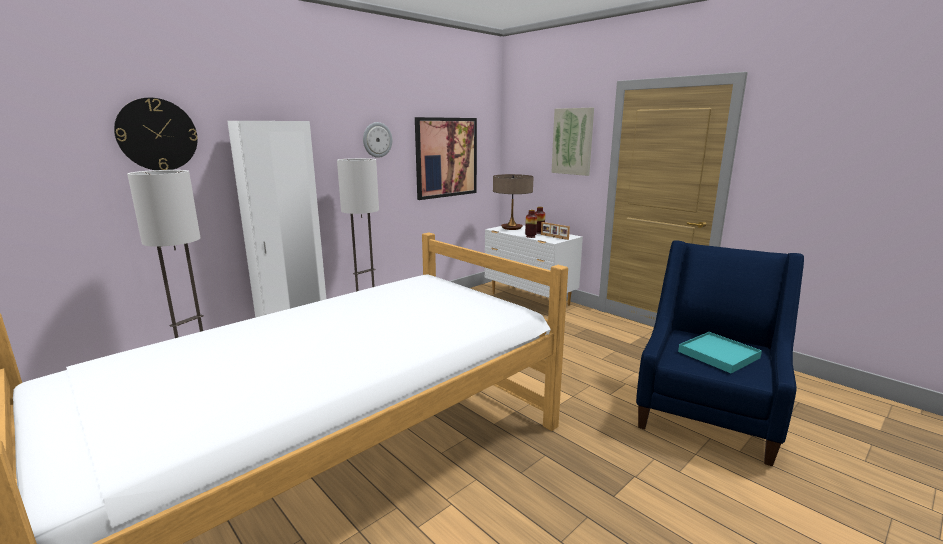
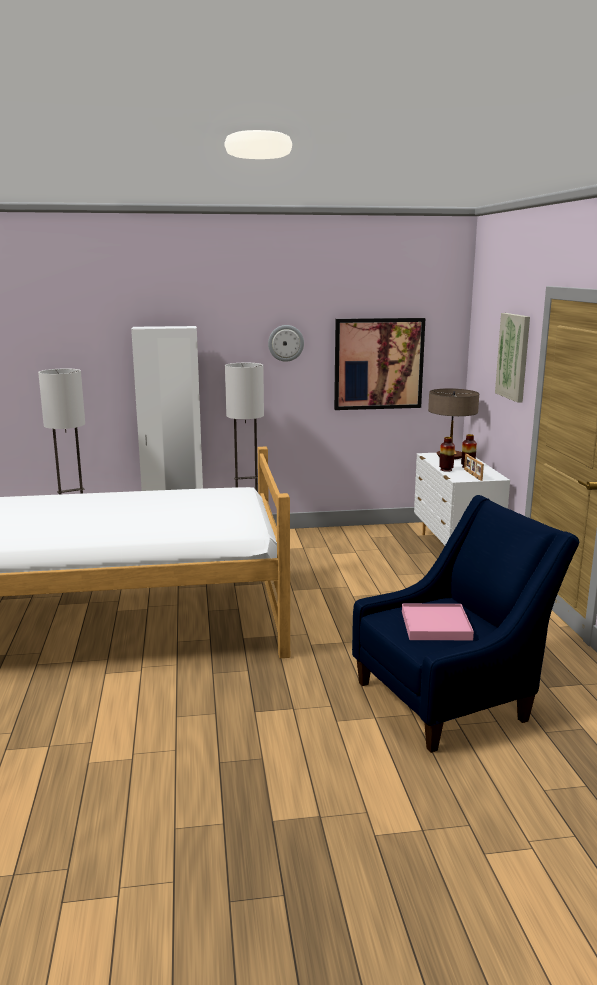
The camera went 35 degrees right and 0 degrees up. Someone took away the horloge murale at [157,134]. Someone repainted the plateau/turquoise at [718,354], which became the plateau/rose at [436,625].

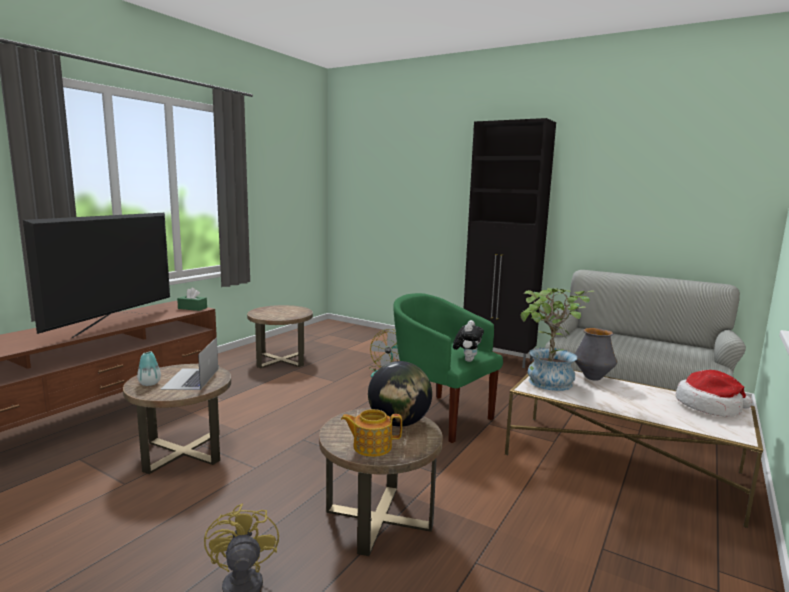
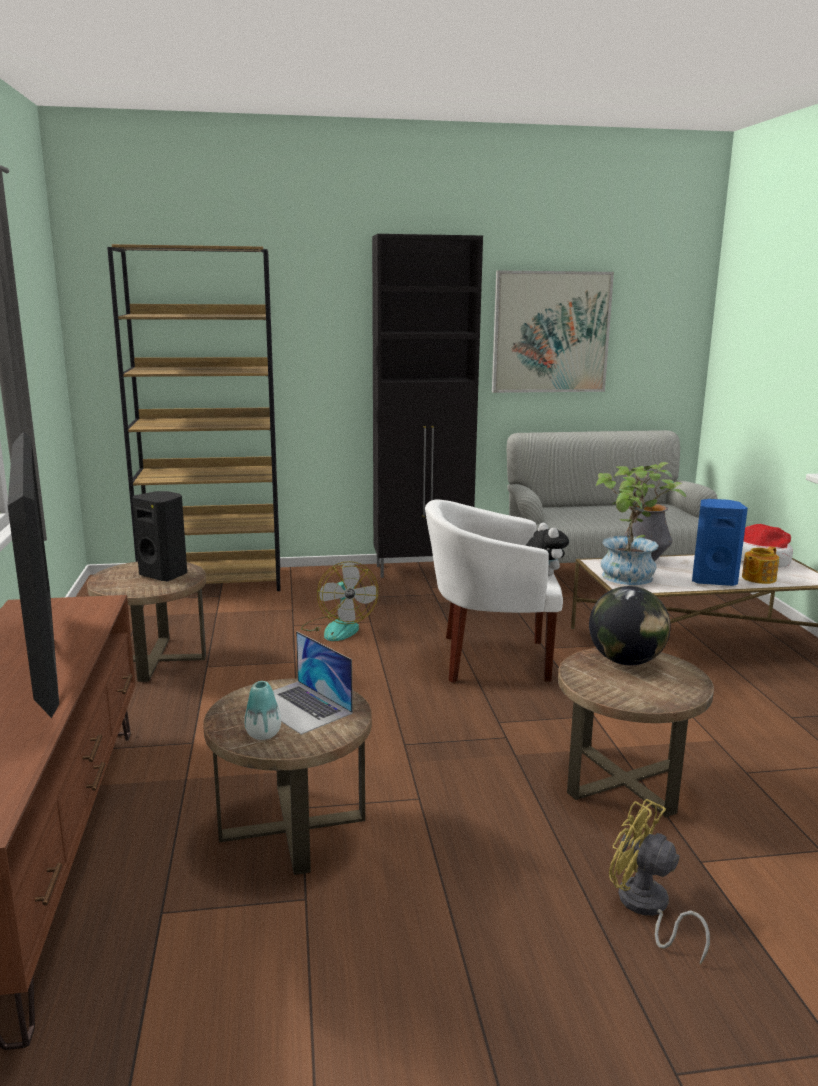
The camera went 40 degrees left and 5 degrees up. Someone took away the boîte à mouchoirs/vert at [192,308]. Someone carried the théière from [371,446] to [758,578]. Someone repainted the fauteuil/vert at [439,416], which became the fauteuil/blanc at [489,659]. Someone put down the bibliothèque/marron at [214,582]. Someone put down the enceinte/noir at [165,574]. Someone put up the tableau at [551,332]. Someone put down the enceinte/bleu at [712,580].

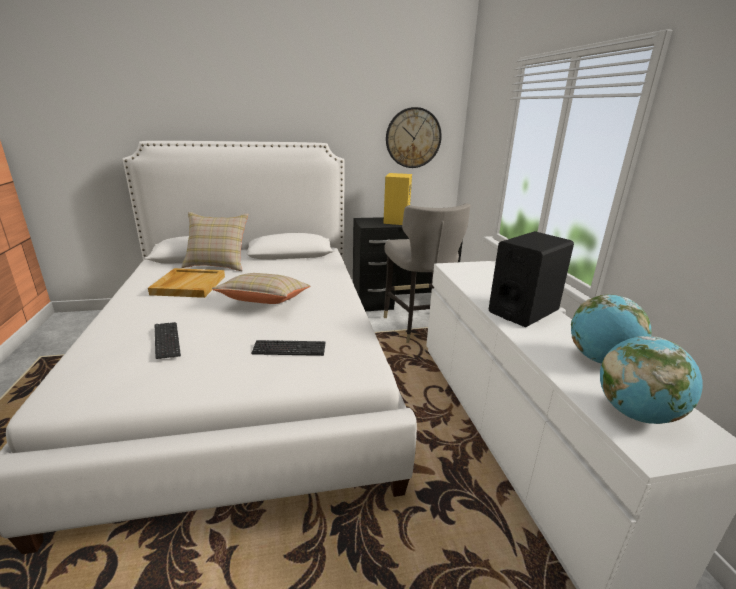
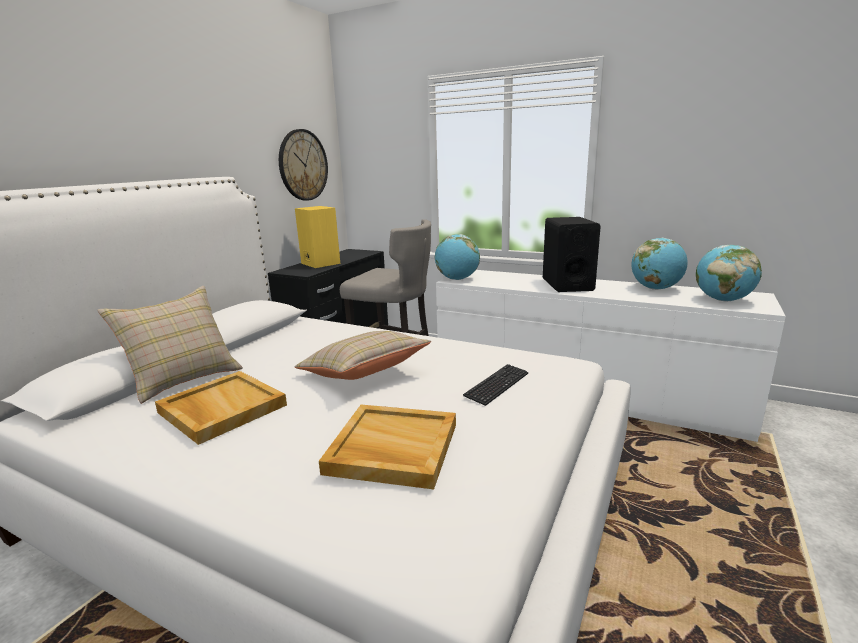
The camera went 50 degrees left and 5 degrees down. Someone swapped the clavier at [167,341] for the plateau/beige at [391,448]. Someone put down the globe at [457,279].

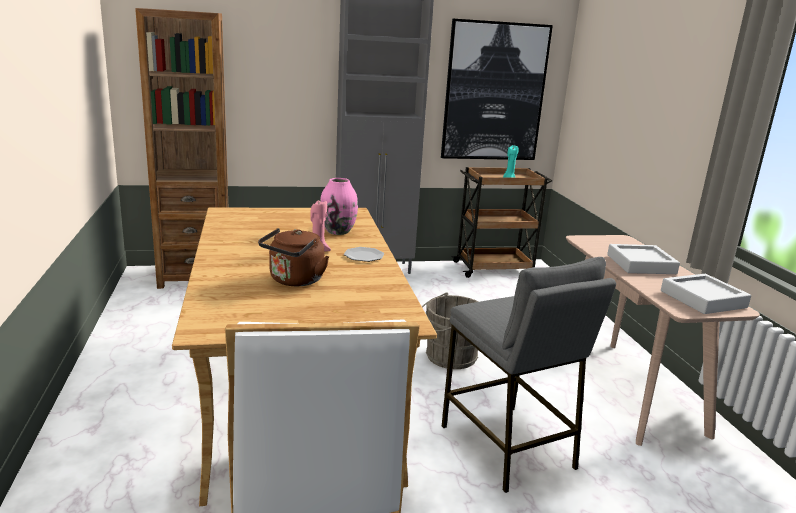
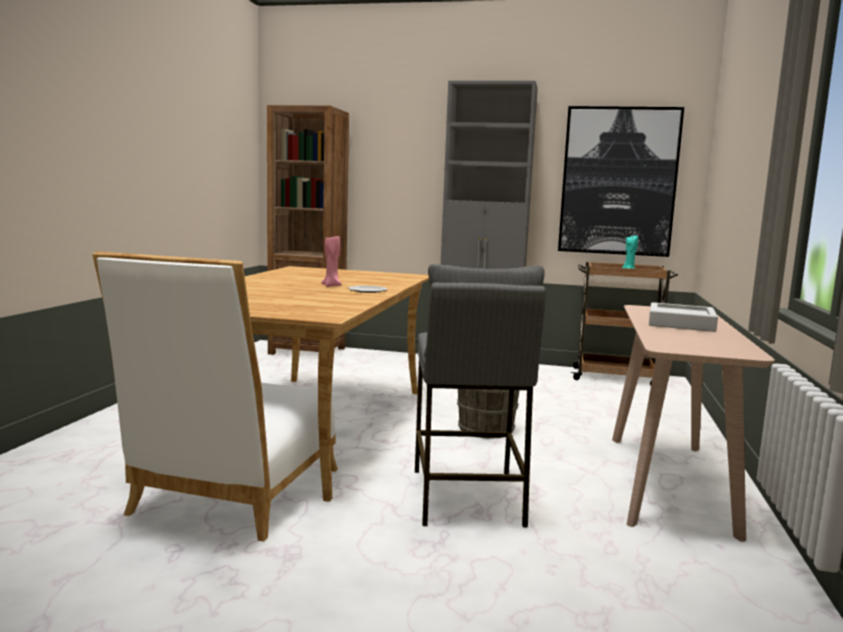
The camera went 25 degrees right and 10 degrees down. Someone took away the bouilloire/marron at [294,281]. Someone took away the vase/rose at [338,231]. Someone took away the plateau/gris at [703,299].

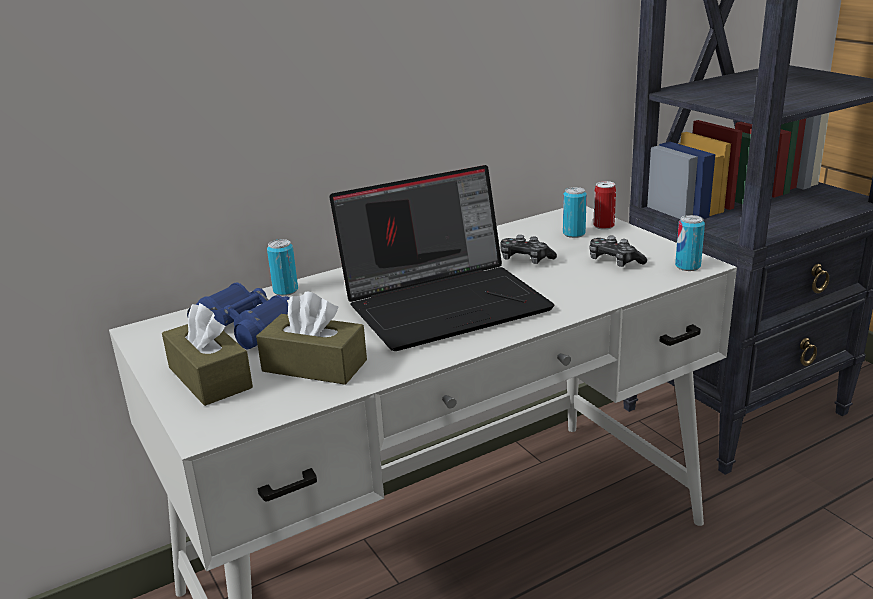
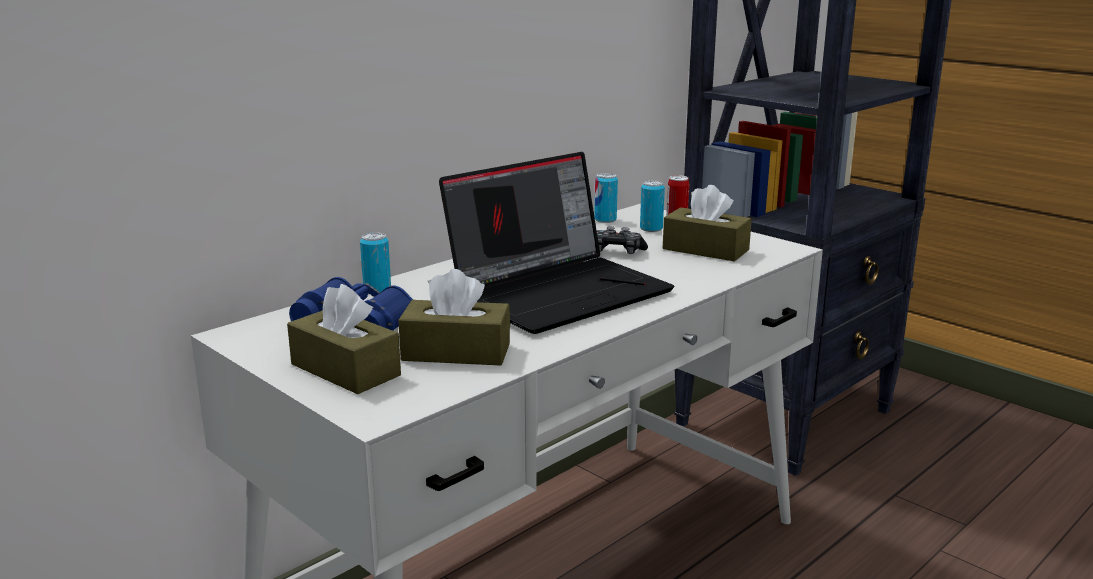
The camera went 15 degrees left and 5 degrees down. Someone swapped the manette at [614,261] for the boîte à mouchoirs/marron at [705,249]. Someone carried the boîte métallique from [687,266] to [605,220].

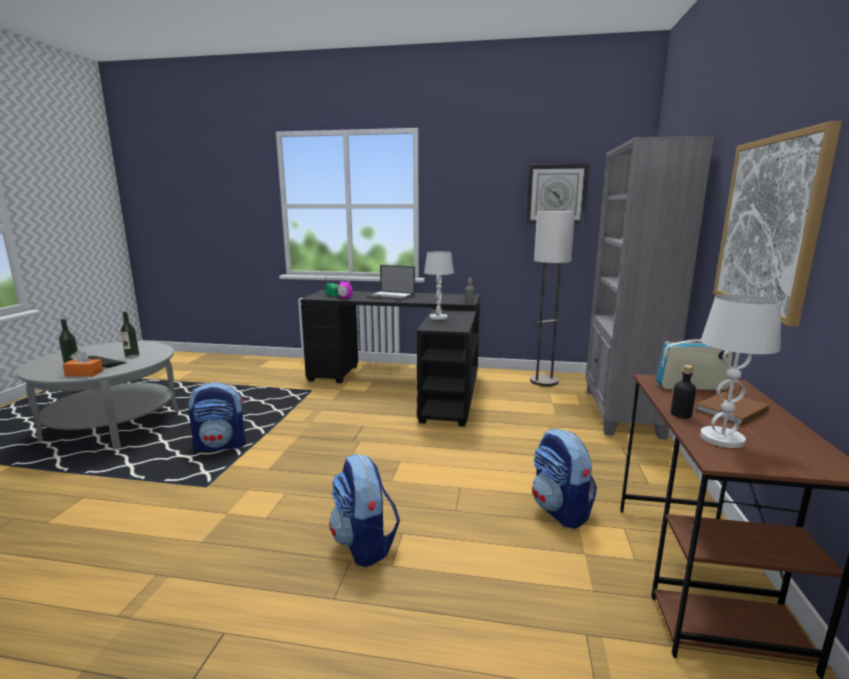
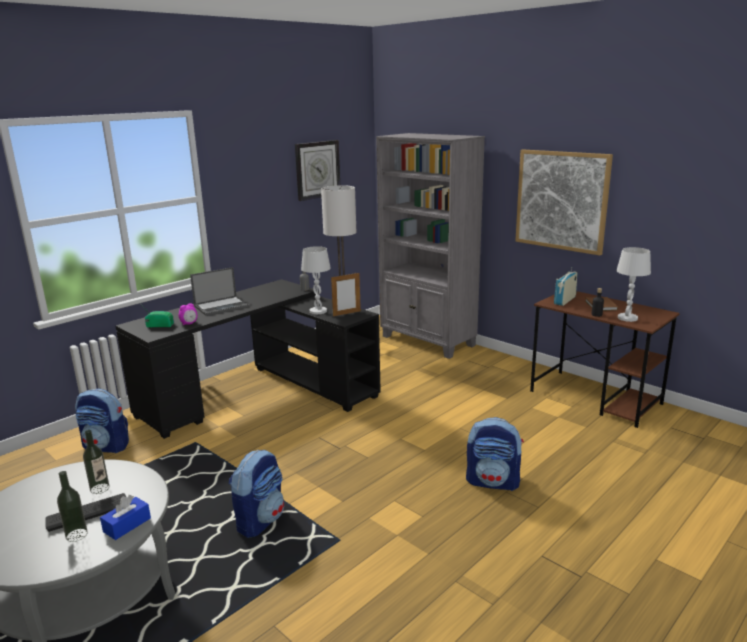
The camera went 55 degrees left and 5 degrees up. Someone repainted the boîte à mouchoirs/orange at [84,373], which became the boîte à mouchoirs/bleu at [127,525]. Someone carried the sac à dos from [560,510] to [106,446]. Someone put down the cadre photo at [346,313].

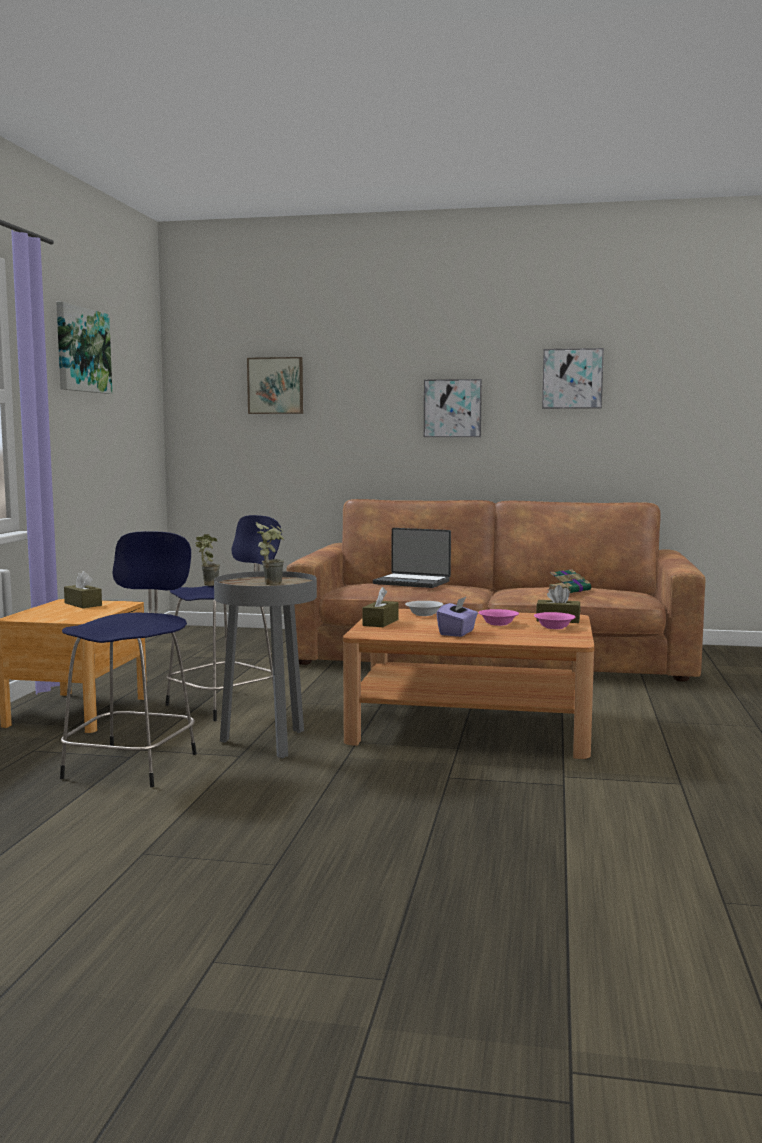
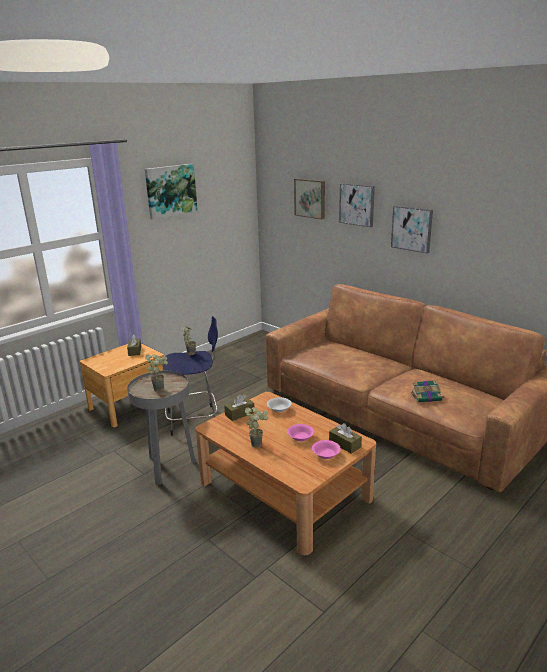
The camera went 35 degrees right and 15 degrees up. Someone took away the tabouret/bleu at [133,764]. Someone took away the ordinateur portable at [412,582]. Someone swapped the boîte à mouchoirs/violet at [457,633] for the plante en pot at [258,443]. Someone carried the tableau from [572,378] to [357,204].

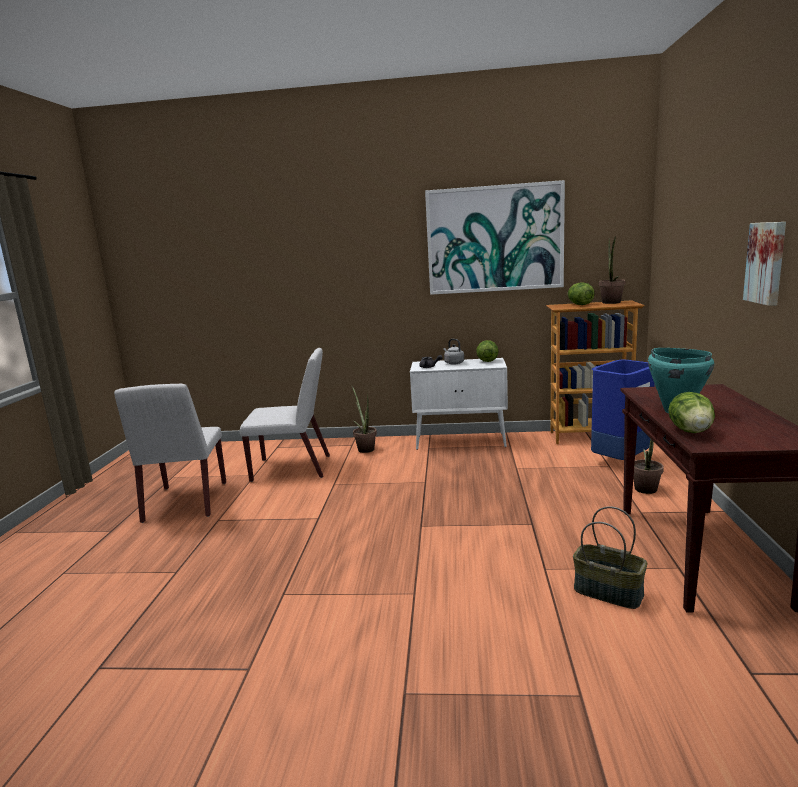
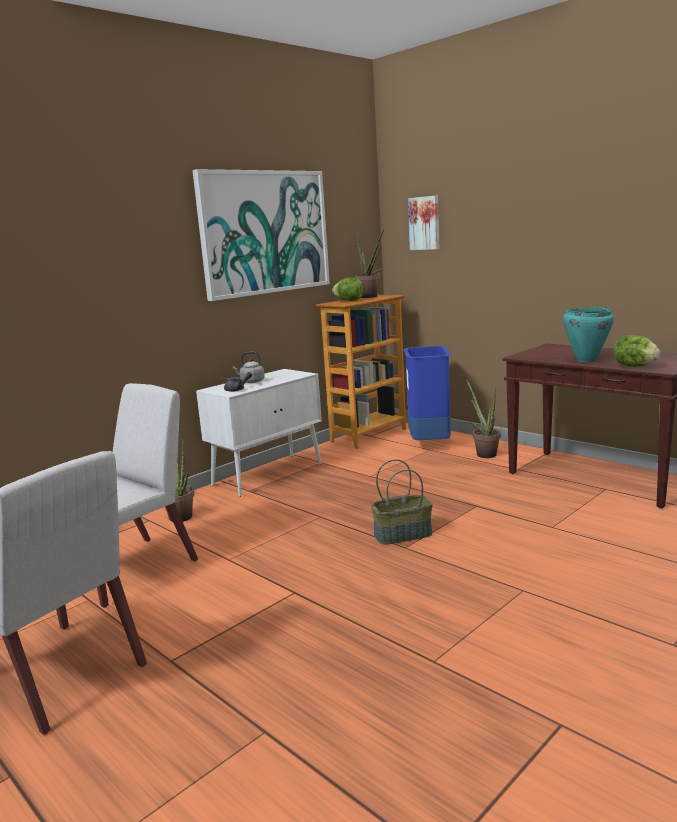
The camera went 50 degrees left and 0 degrees up. Someone took away the laitue at [487,361]. Someone carried the panier from [609,592] to [403,534]. Someone carried the tableau from [767,262] to [425,223].

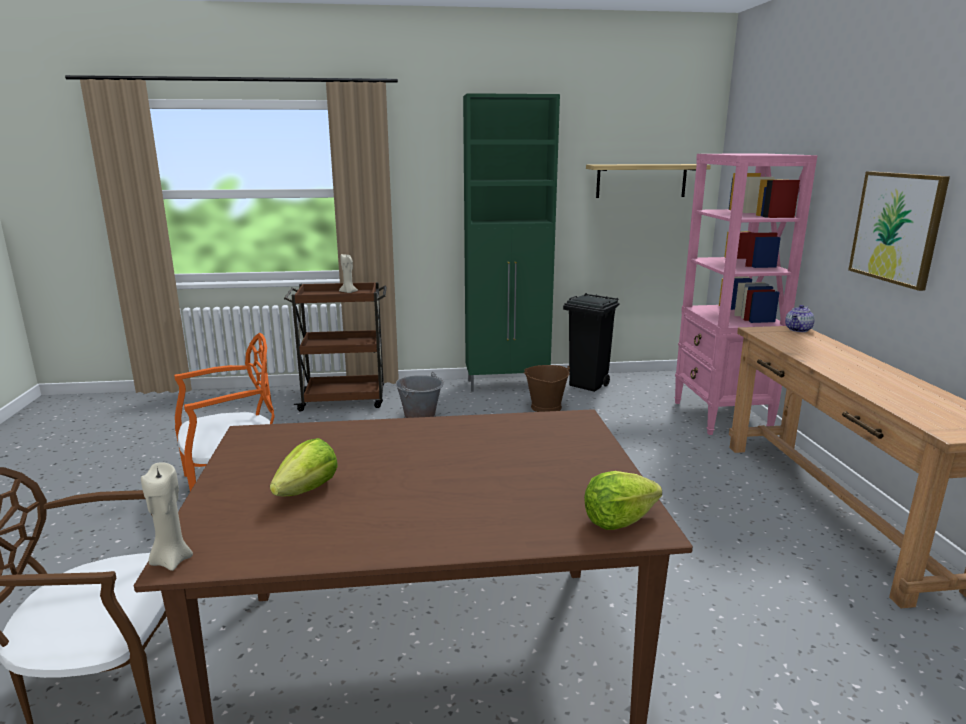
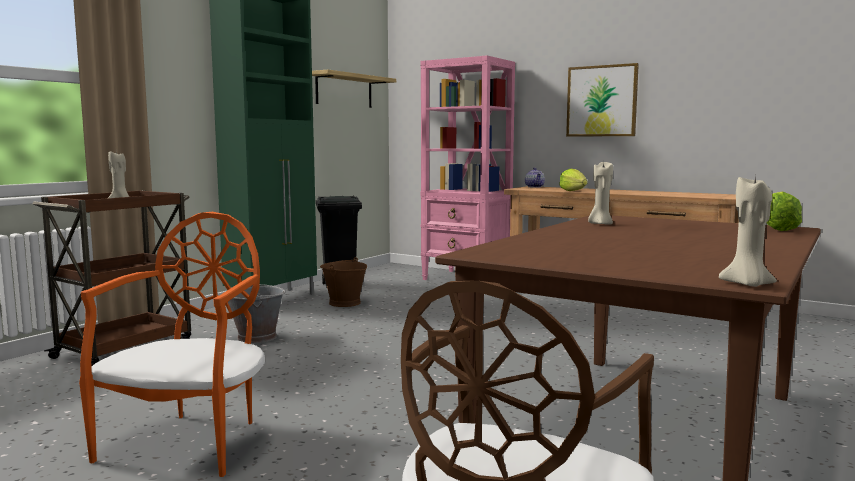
The camera went 50 degrees left and 10 degrees down. Someone carried the laitue from [307,490] to [573,191]. Someone put down the bougie/beige at [600,224].

